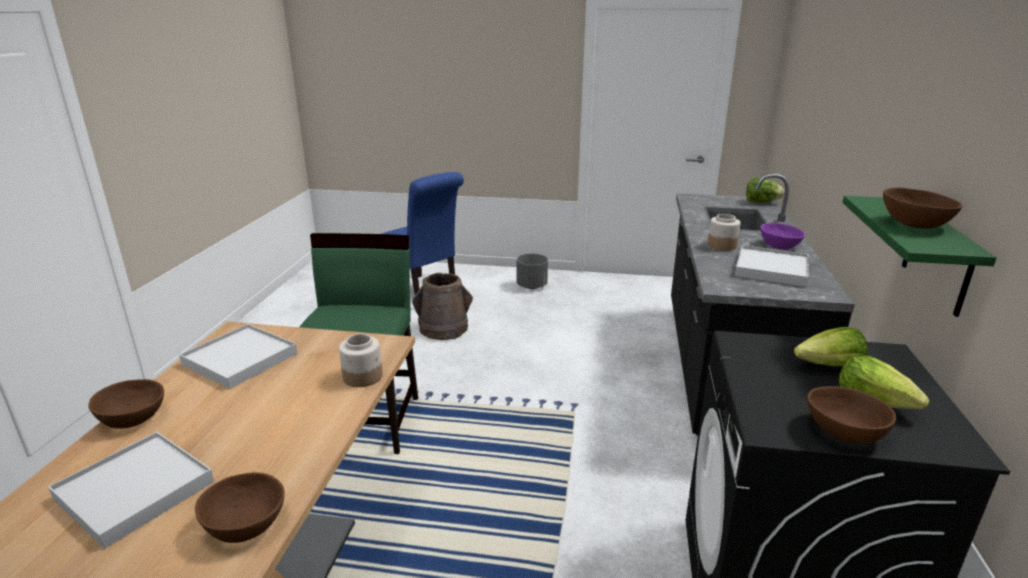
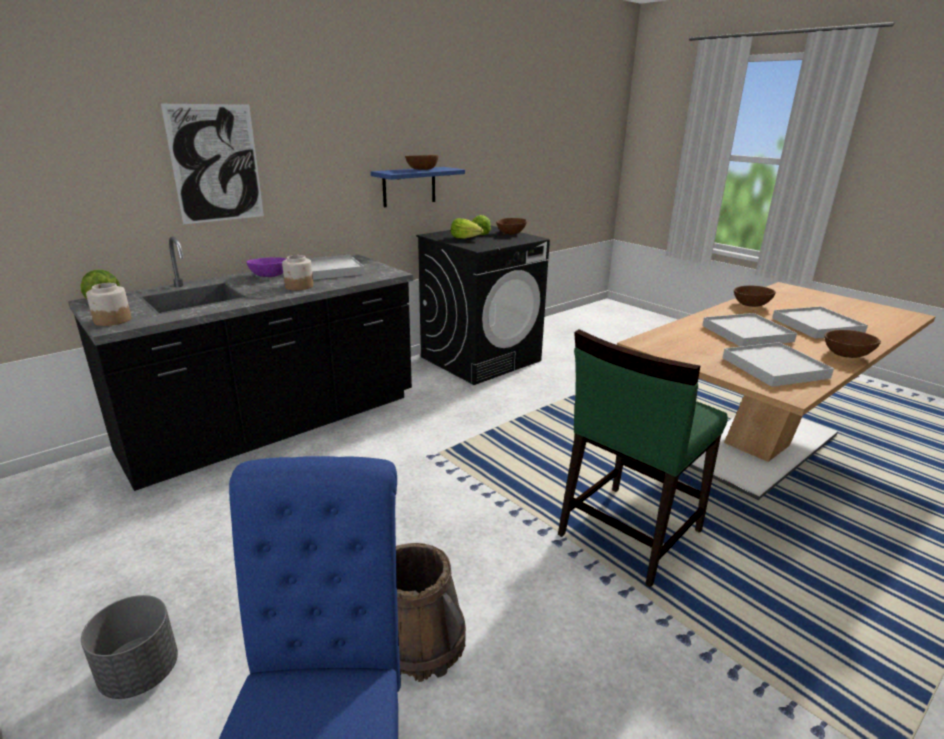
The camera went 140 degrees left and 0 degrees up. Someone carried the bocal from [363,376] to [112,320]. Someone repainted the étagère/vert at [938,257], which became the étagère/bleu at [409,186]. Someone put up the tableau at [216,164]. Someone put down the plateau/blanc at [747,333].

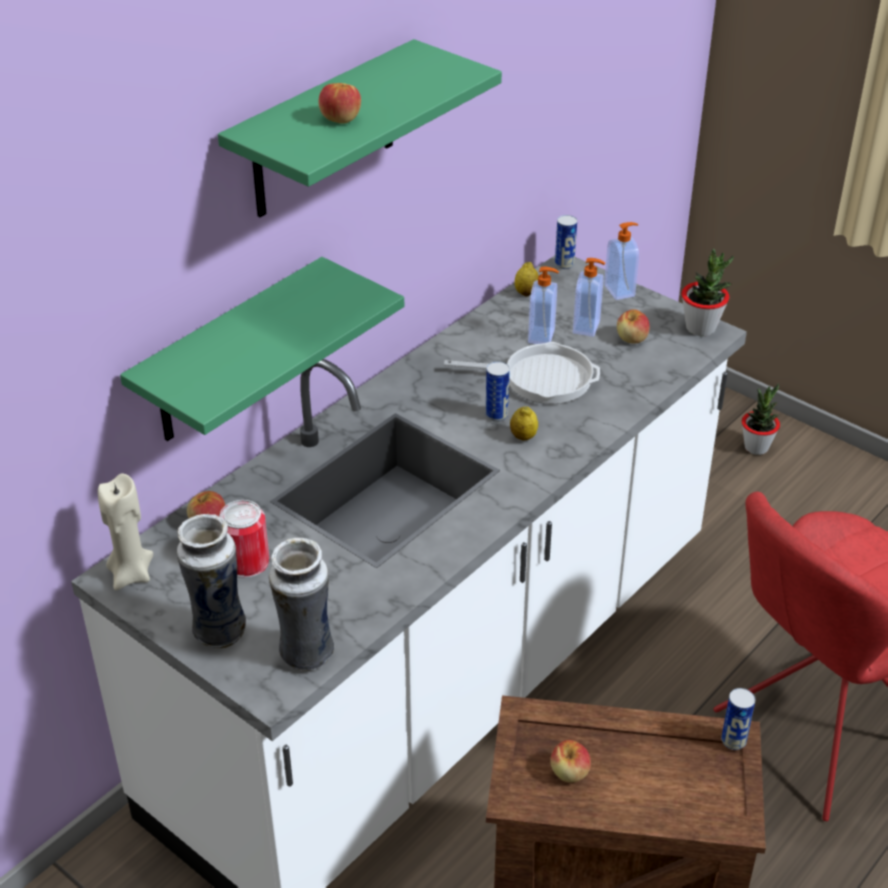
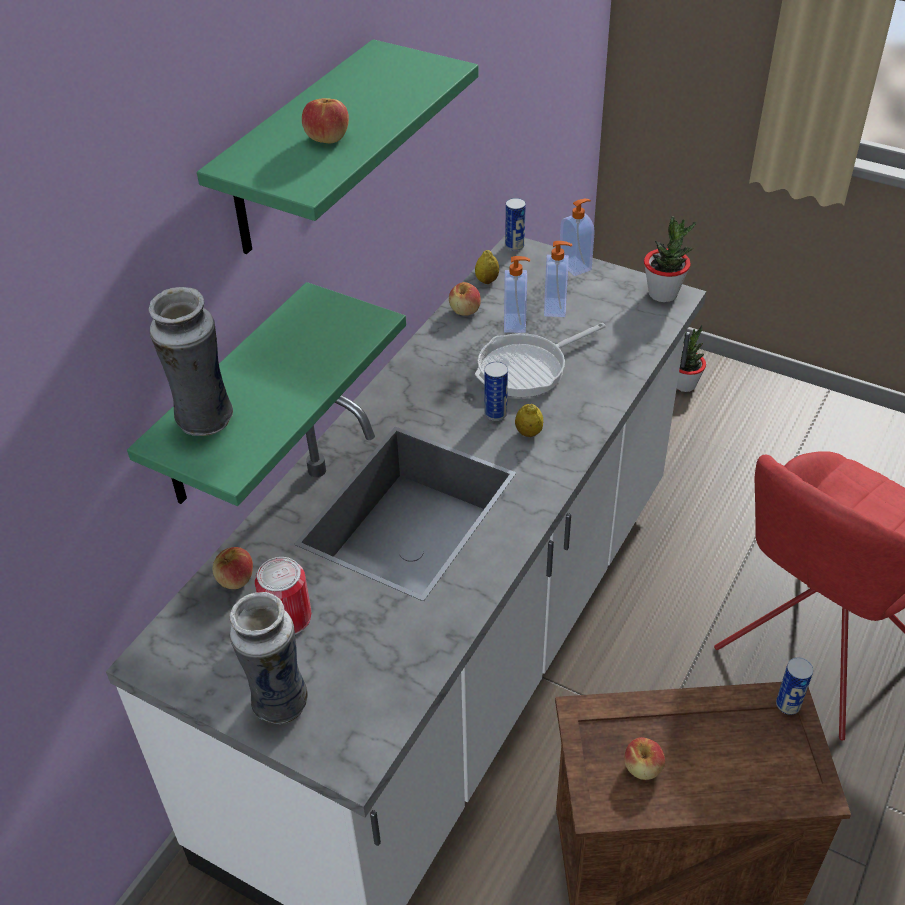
The camera went 10 degrees left and 5 degrees up. Someone took away the bougie/beige at [131,574]. Someone carried the vase from [306,655] to [204,421]. Someone rotated the poêle at [541,378] by 150 degrees clockwise. Someone carried the pomme from [632,338] to [465,310].

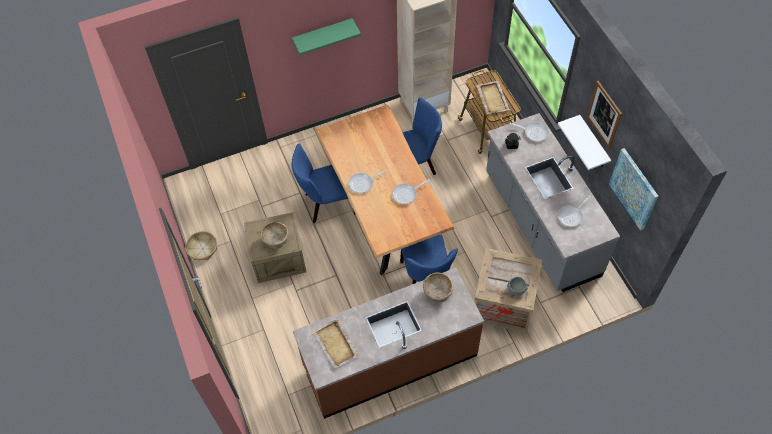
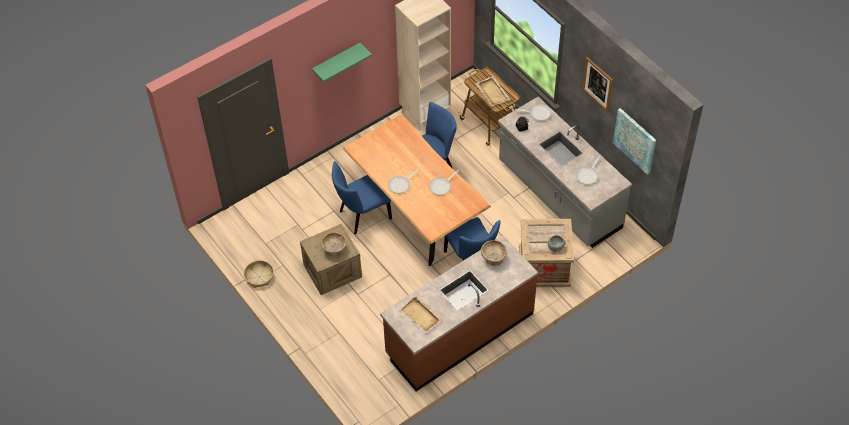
The camera went 15 degrees left and 5 degrees down. Someone took away the étagère/blanc at [593,143].

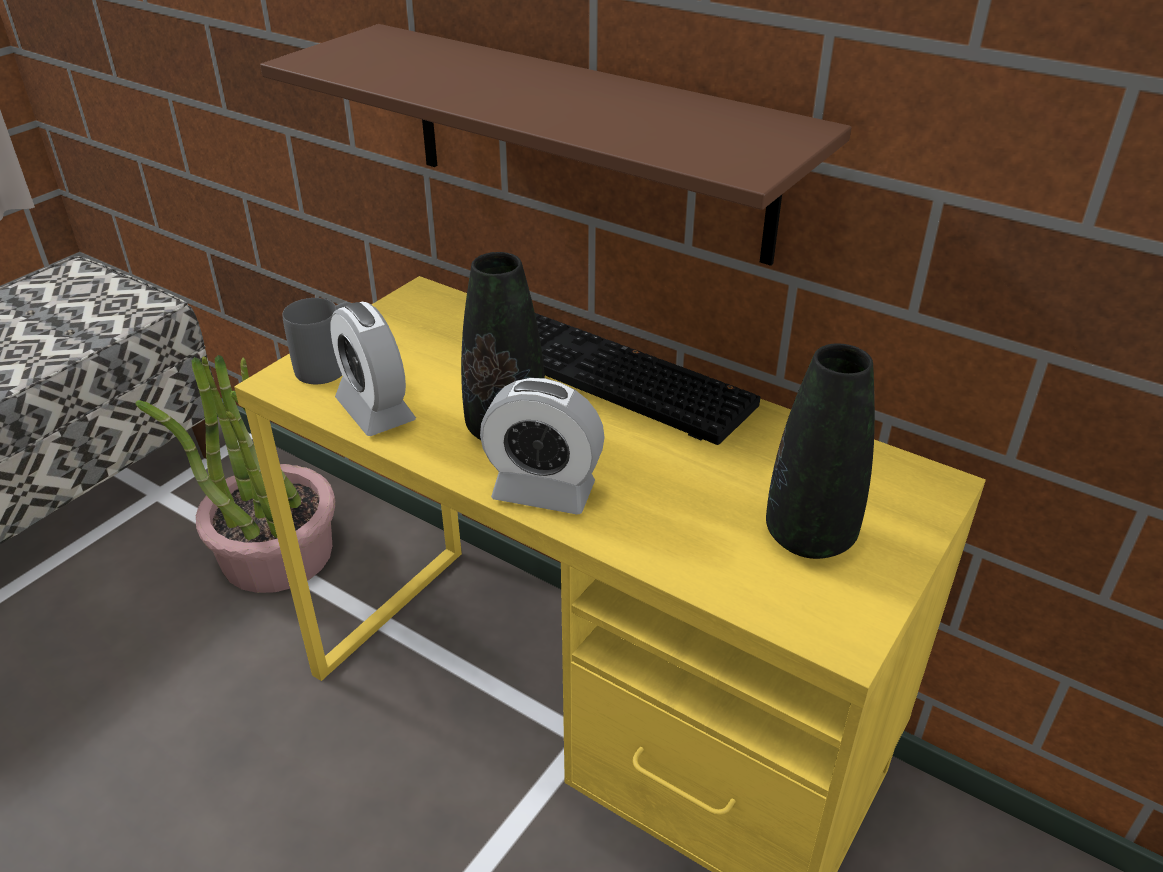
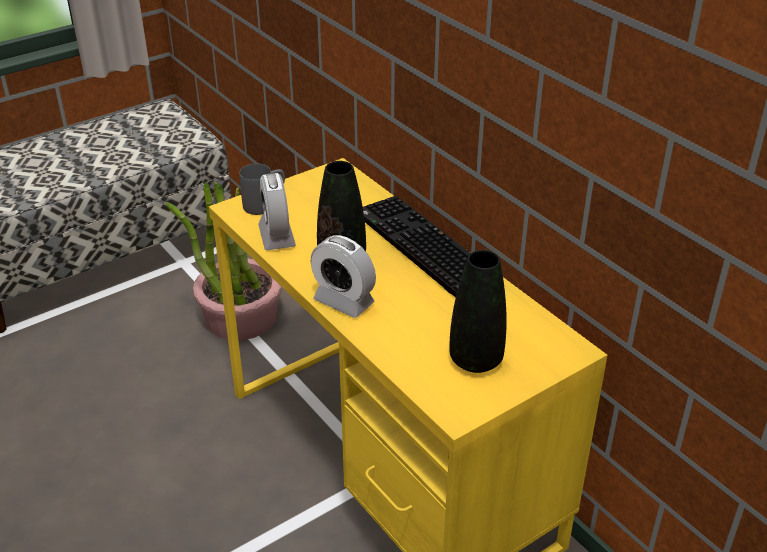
The camera went 20 degrees right and 0 degrees up. Someone took away the étagère/marron at [585,141].

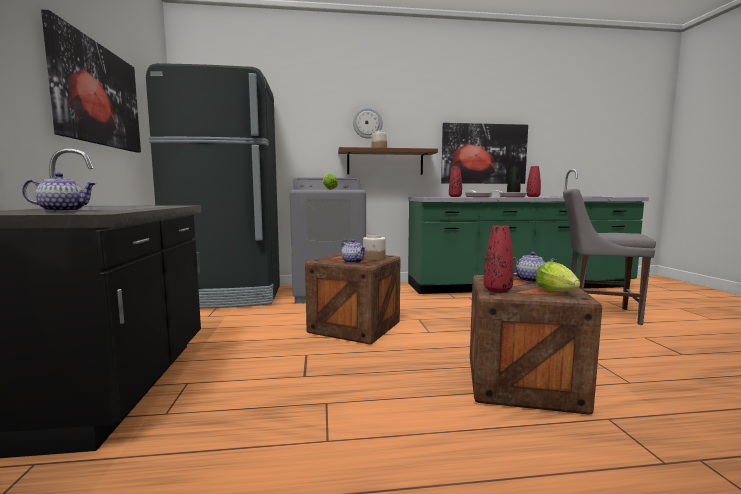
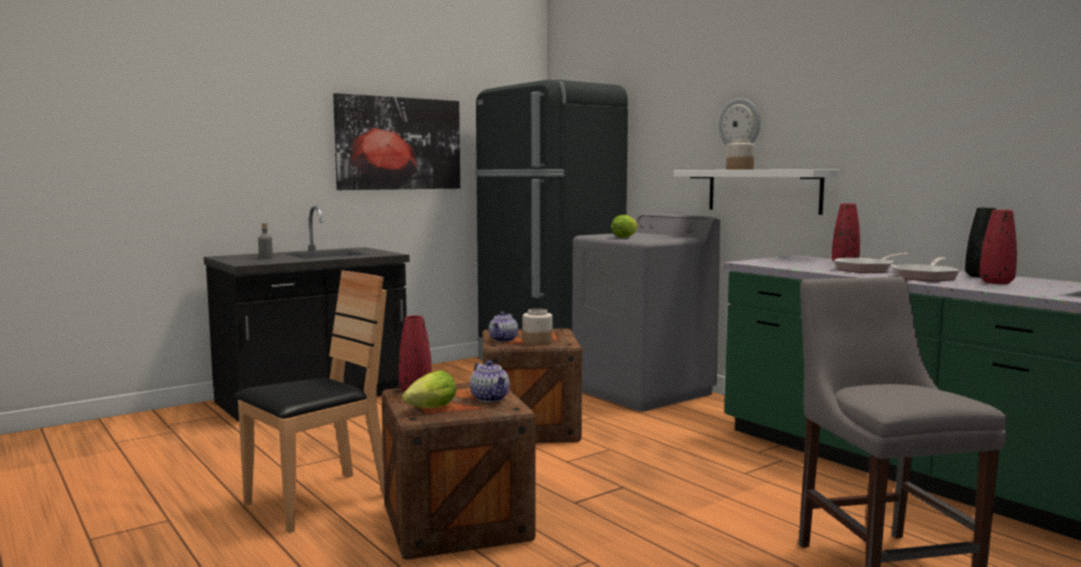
The camera went 60 degrees right and 0 degrees up. Someone swapped the théière at [63,211] for the bouteille/gris at [265,258]. Someone repainted the étagère/marron at [385,162], which became the étagère/blanc at [763,191]. Someone took away the tableau at [484,154]. Someone put down the chaise/marron at [318,501].

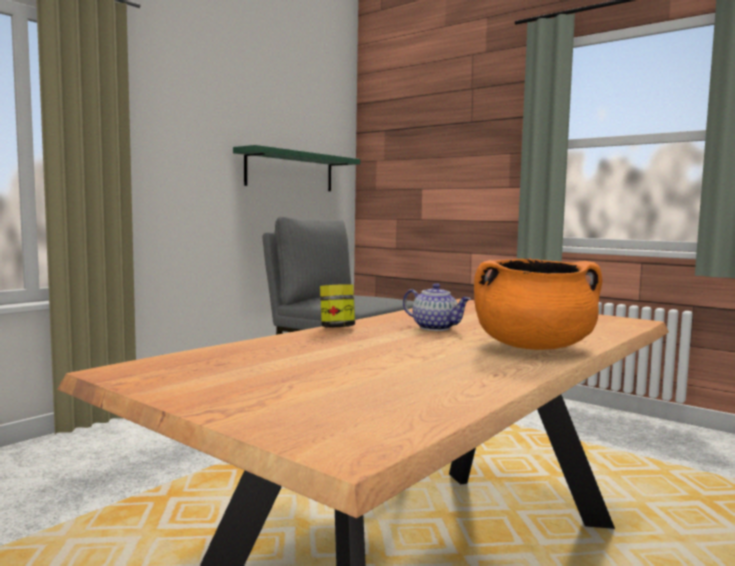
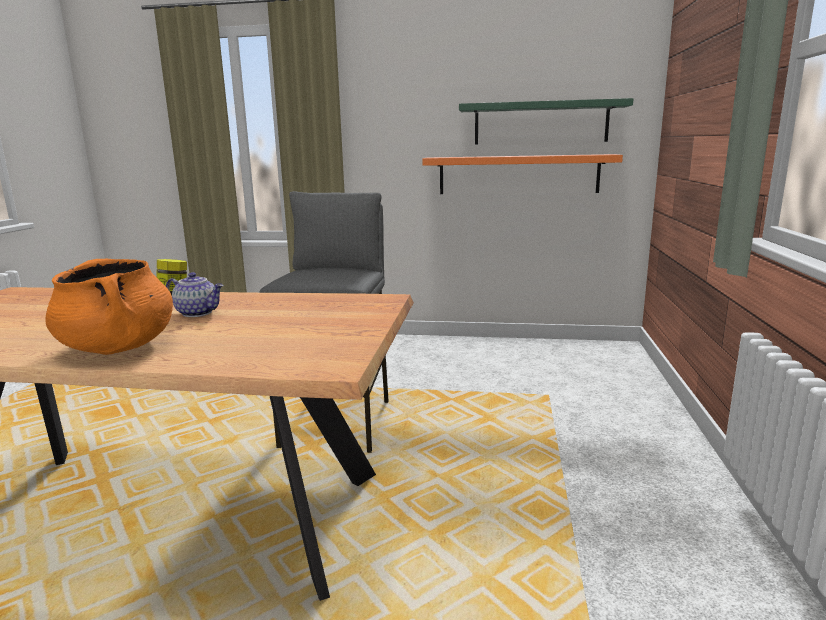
The camera went 60 degrees right and 10 degrees up. Someone rotated the théière at [436,328] by 75 degrees counterclockwise. Someone put up the étagère/orange at [518,174].

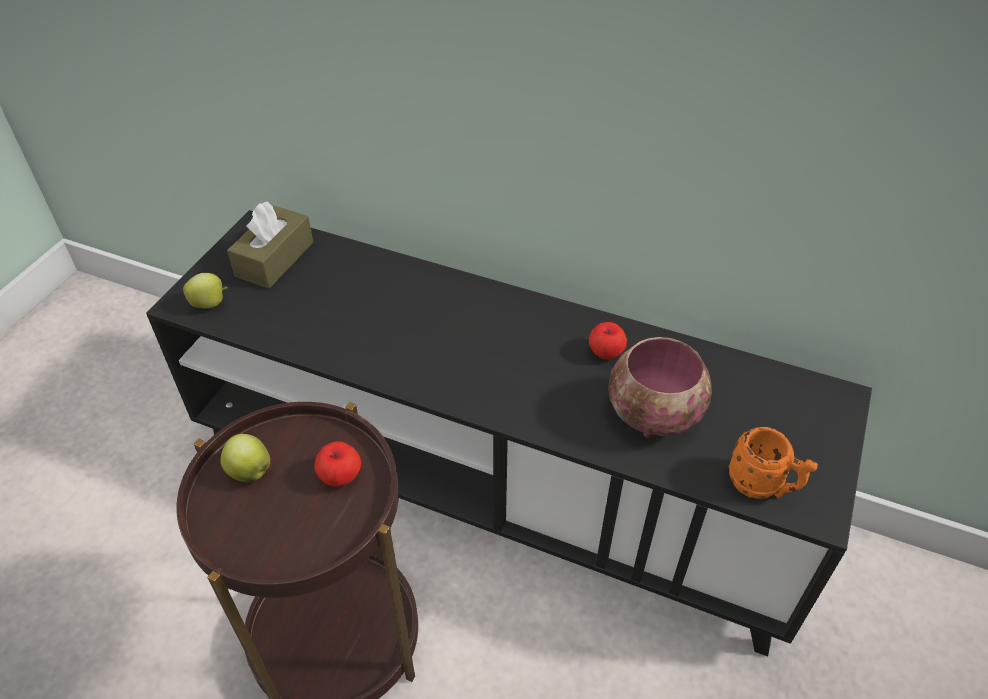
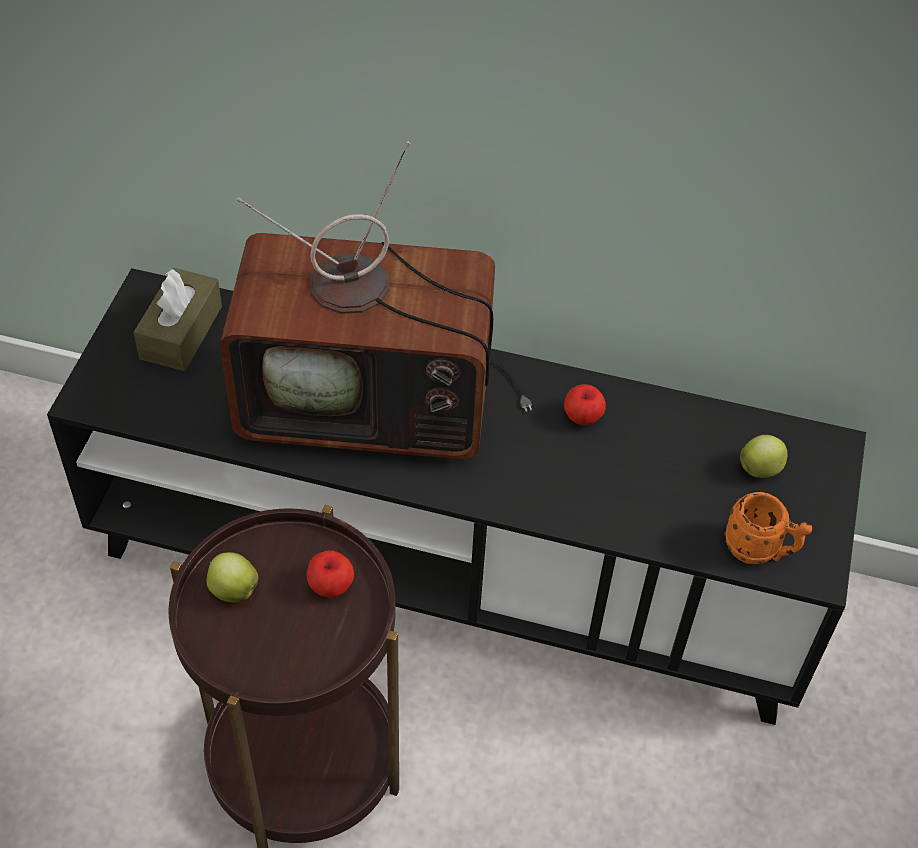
The camera went 10 degrees left and 5 degrees up. Someone carried the pomme from [210,304] to [760,469]. Someone took away the bol at [653,417]. Someone put down the téléviseur at [374,401].

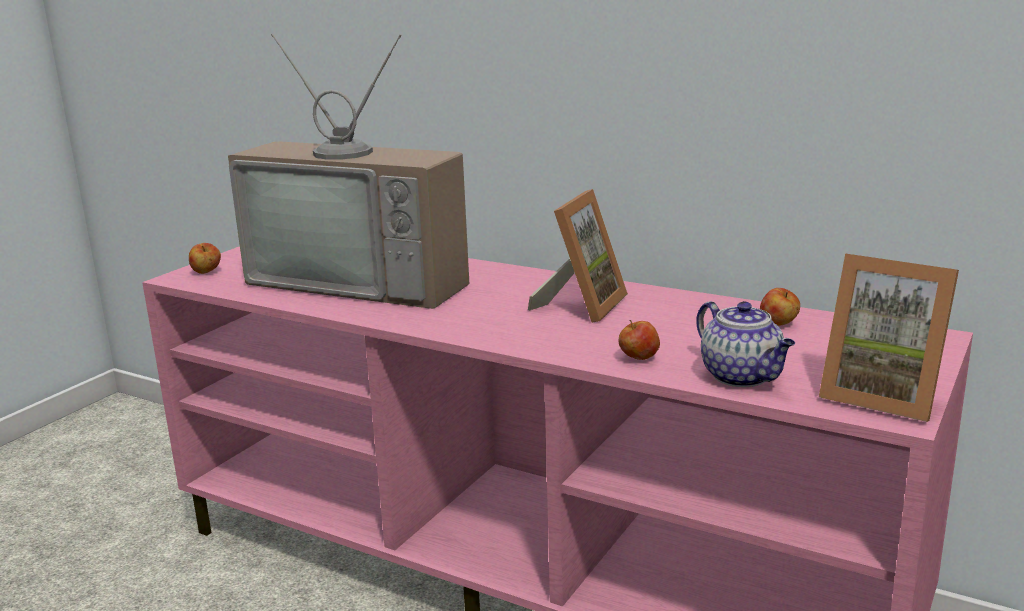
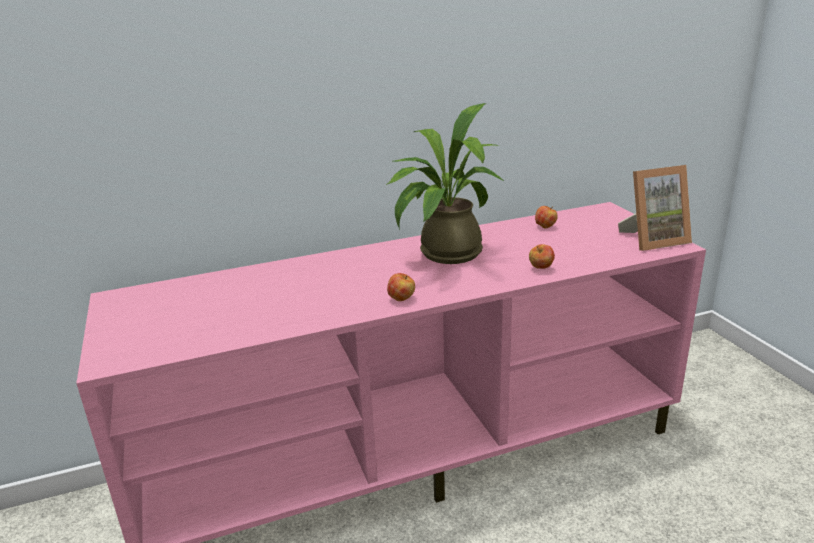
The camera went 50 degrees left and 5 degrees up. Someone carried the pomme from [206,272] to [401,299]. Someone took away the téléviseur at [366,280]. Someone swapped the cadre photo at [581,305] for the plante en pot at [444,255]. Someone took away the théière at [743,377].

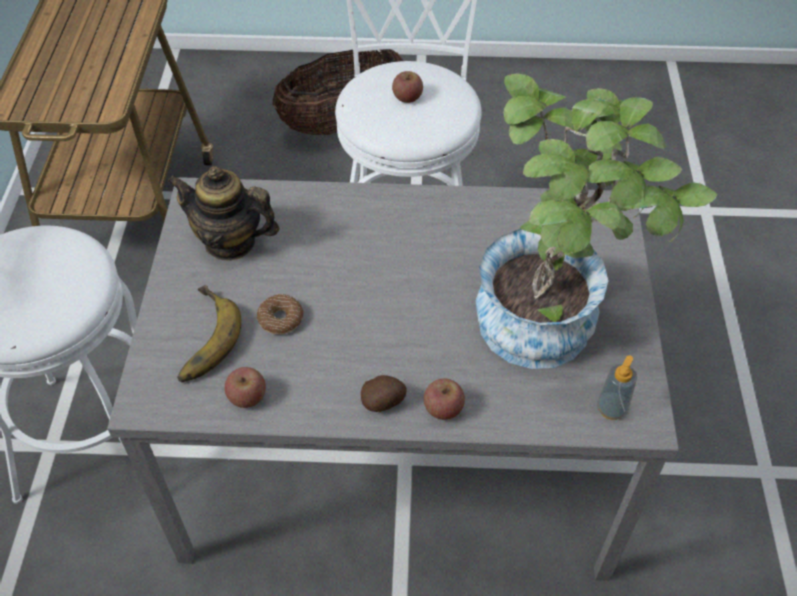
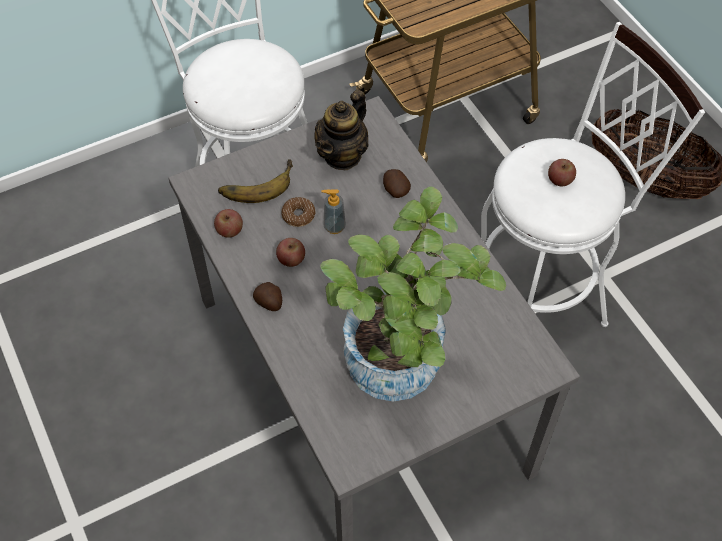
The camera went 60 degrees right and 5 degrees up. Someone rotated the théière at [230,242] by 135 degrees counterclockwise. Someone carried the pomme from [443,408] to [291,259]. Someone carried the distributeur de savon from [611,409] to [334,226]. Someone put down the pomme de terre at [395,190].

